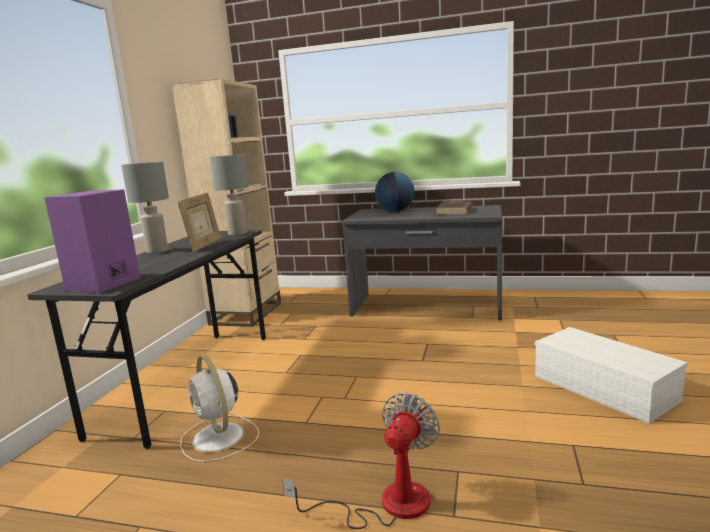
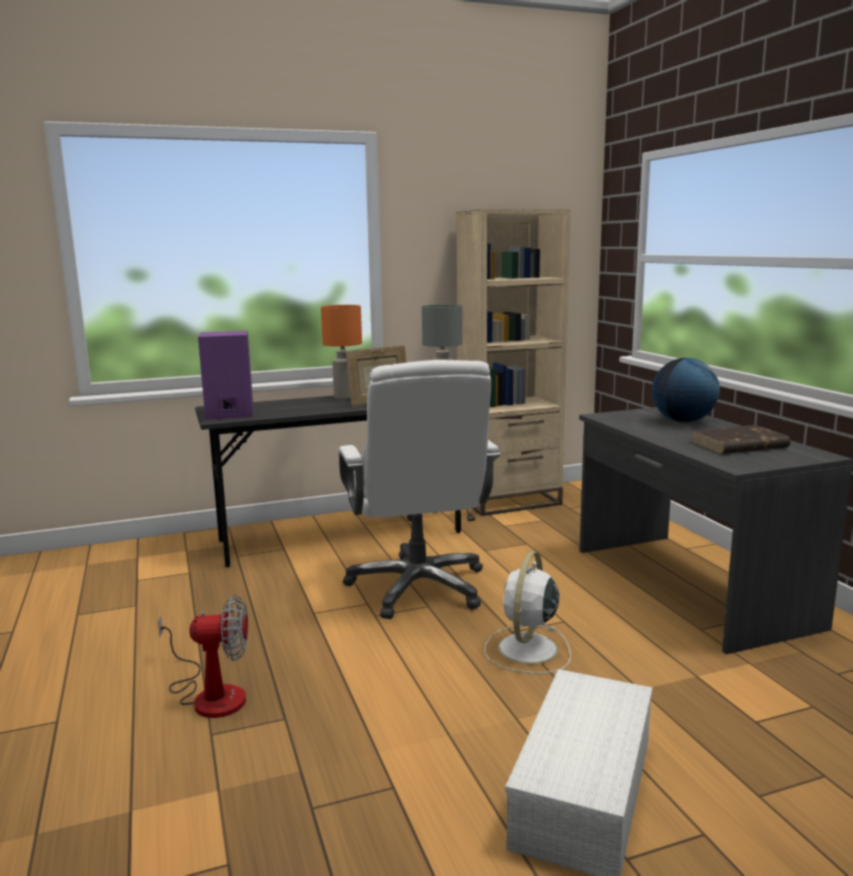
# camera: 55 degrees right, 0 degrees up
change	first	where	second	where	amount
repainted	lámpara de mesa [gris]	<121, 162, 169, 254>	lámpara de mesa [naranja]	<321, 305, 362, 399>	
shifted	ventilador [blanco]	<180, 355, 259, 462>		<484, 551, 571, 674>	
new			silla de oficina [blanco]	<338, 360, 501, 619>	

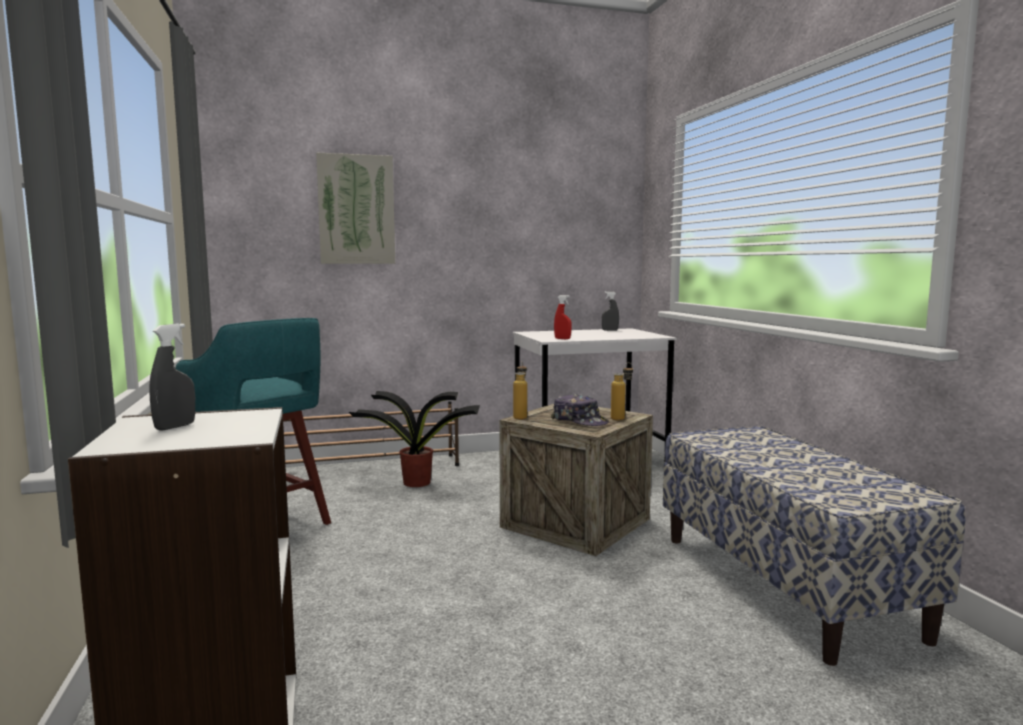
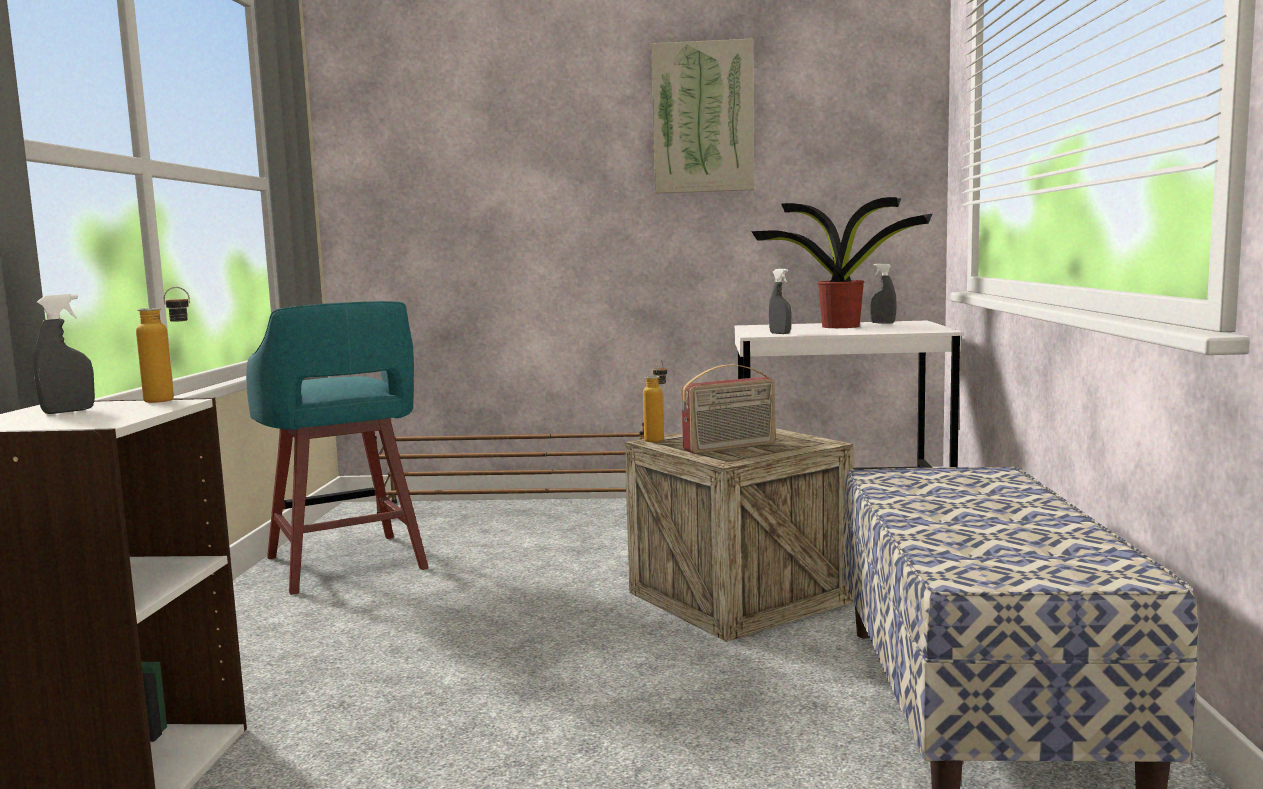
# camera: 20 degrees right, 0 degrees up
change	first	where	second	where	amount
shifted	cuadro	<316, 153, 395, 264>		<651, 38, 754, 194>	
repainted	pulverizador [rojo]	<554, 295, 572, 339>	pulverizador [gris]	<769, 269, 791, 334>	
shifted	botella	<611, 362, 633, 421>		<136, 287, 190, 403>	
shifted	planta en maceta	<349, 391, 480, 487>		<751, 197, 932, 328>	
swapped	gorra	<551, 394, 609, 426>	radio	<681, 365, 775, 453>	

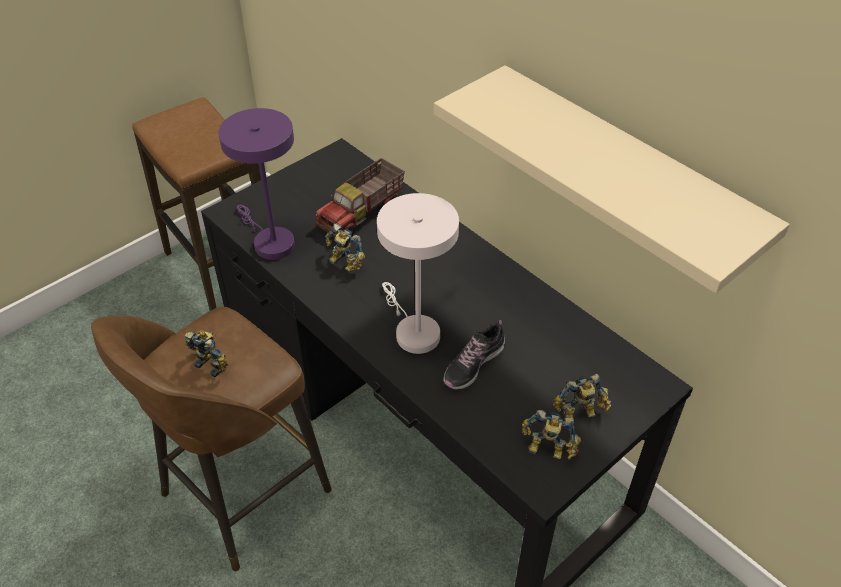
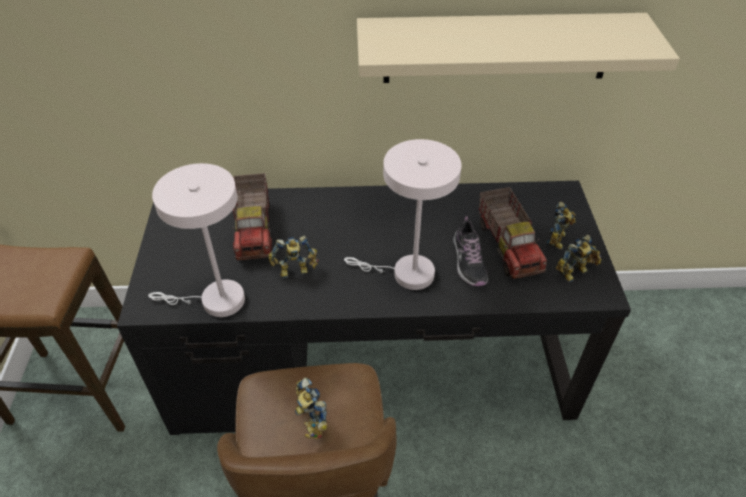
# camera: 50 degrees left, 0 degrees up
change	first	where	second	where	amount
repainted	lámpara de mesa [morado]	<218, 108, 295, 260>	lámpara de mesa [blanco]	<148, 163, 245, 317>	
rotated	robot de juguete	<184, 330, 229, 378>		<295, 378, 328, 439>	105 degrees counterclockwise
new			camión de juguete	<479, 187, 547, 279>	

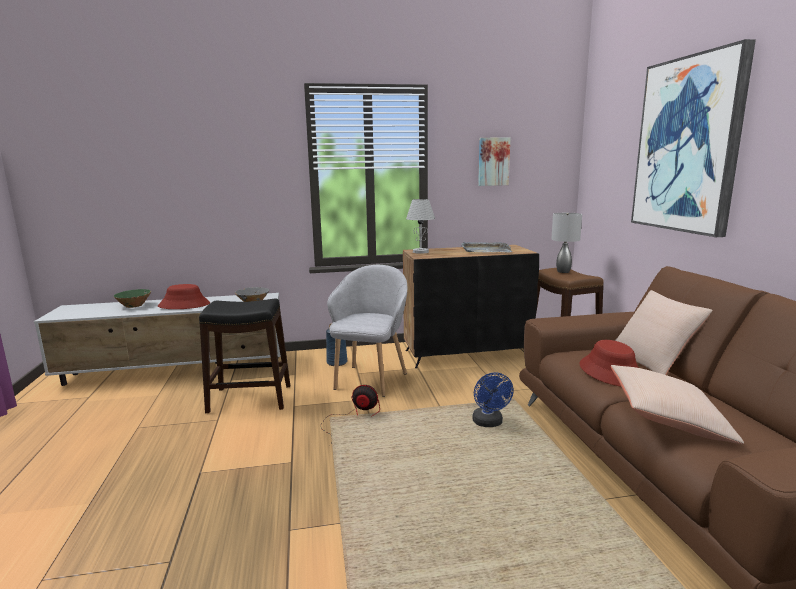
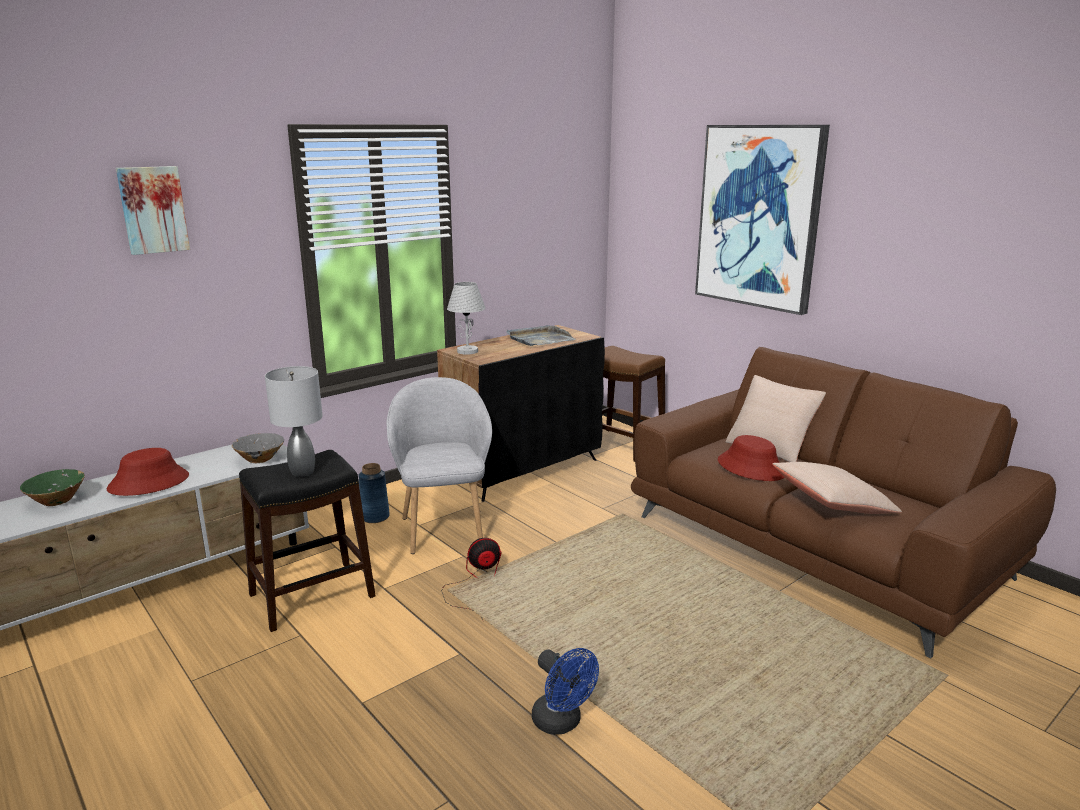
# camera: 30 degrees left, 5 degrees up
change	first	where	second	where	amount
shifted	cuadro	<478, 137, 510, 186>		<116, 166, 190, 255>	
shifted	lámpara de mesa [gris]	<551, 213, 582, 273>		<265, 366, 323, 477>	
shifted	ventilador [azul]	<472, 373, 514, 427>		<532, 648, 599, 735>	

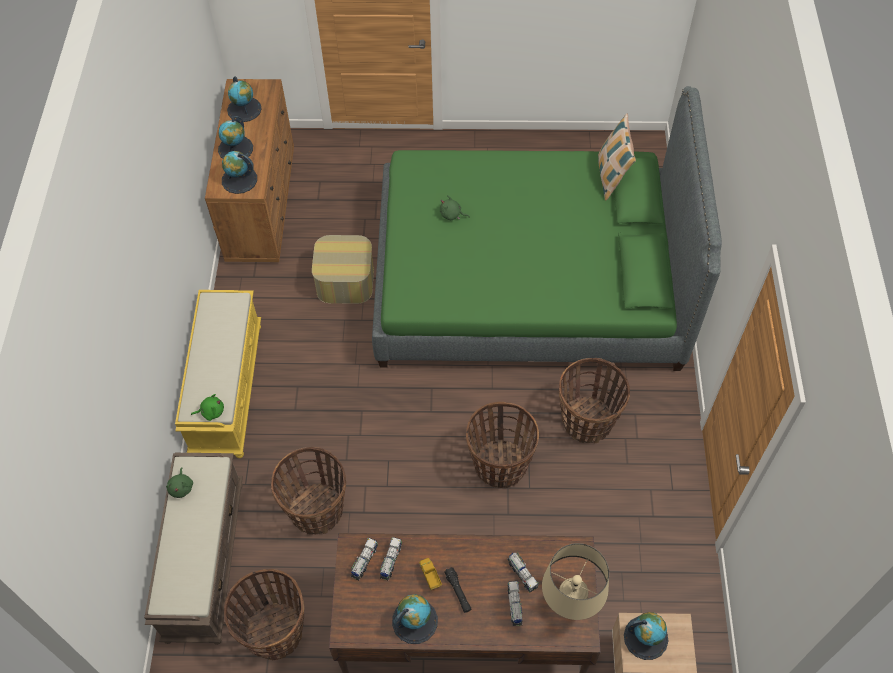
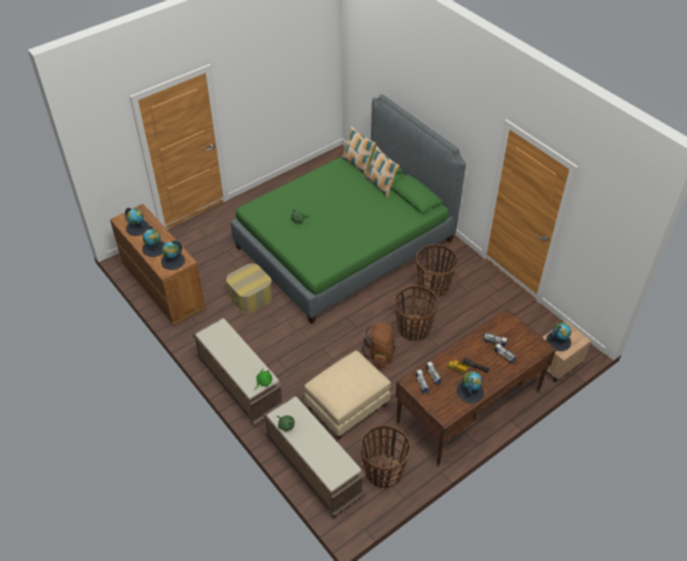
# camera: 40 degrees left, 10 degrees down
change	first	where	second	where	amount
repainted	banco [amarillo]	<175, 290, 261, 458>	banco [marrón]	<192, 317, 283, 427>	
swapped	cesta	<271, 447, 346, 535>	puf [beis]	<304, 350, 391, 439>	
gone	lámpara de mesa [beis]	<542, 543, 609, 620>			
new			cojín	<365, 146, 400, 198>	
new			mochila [marrón]	<361, 323, 399, 368>	

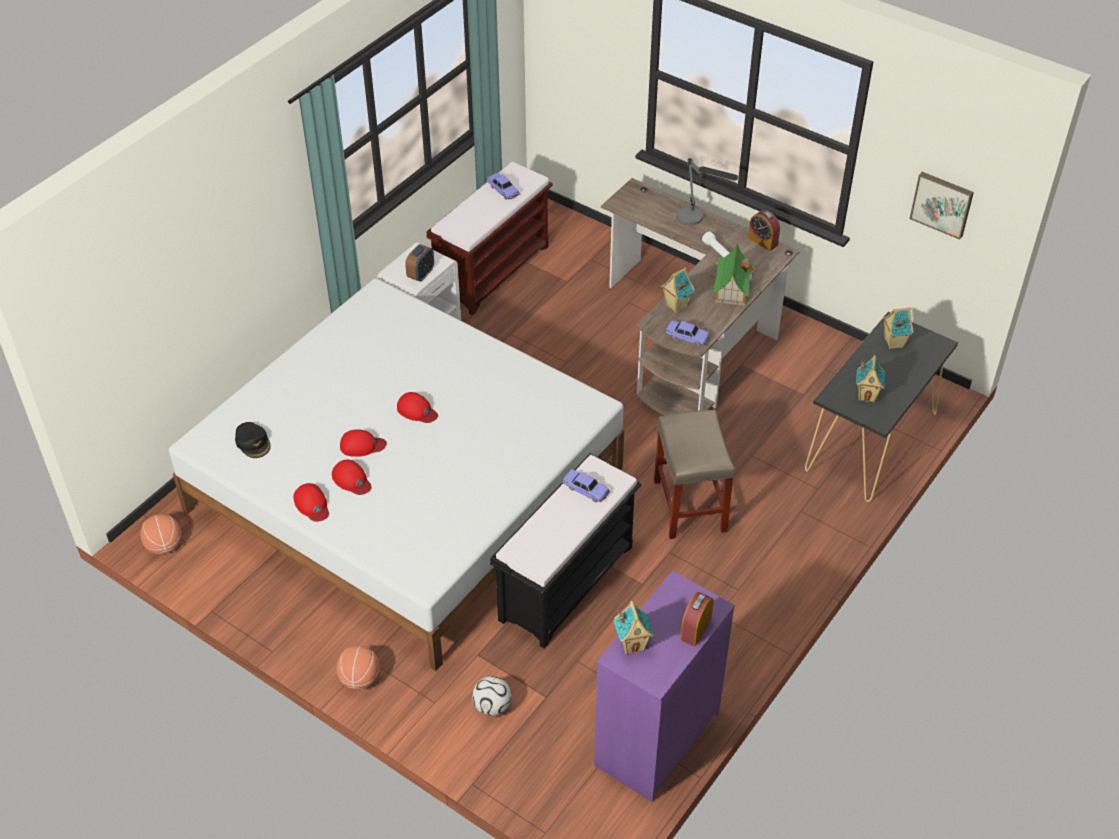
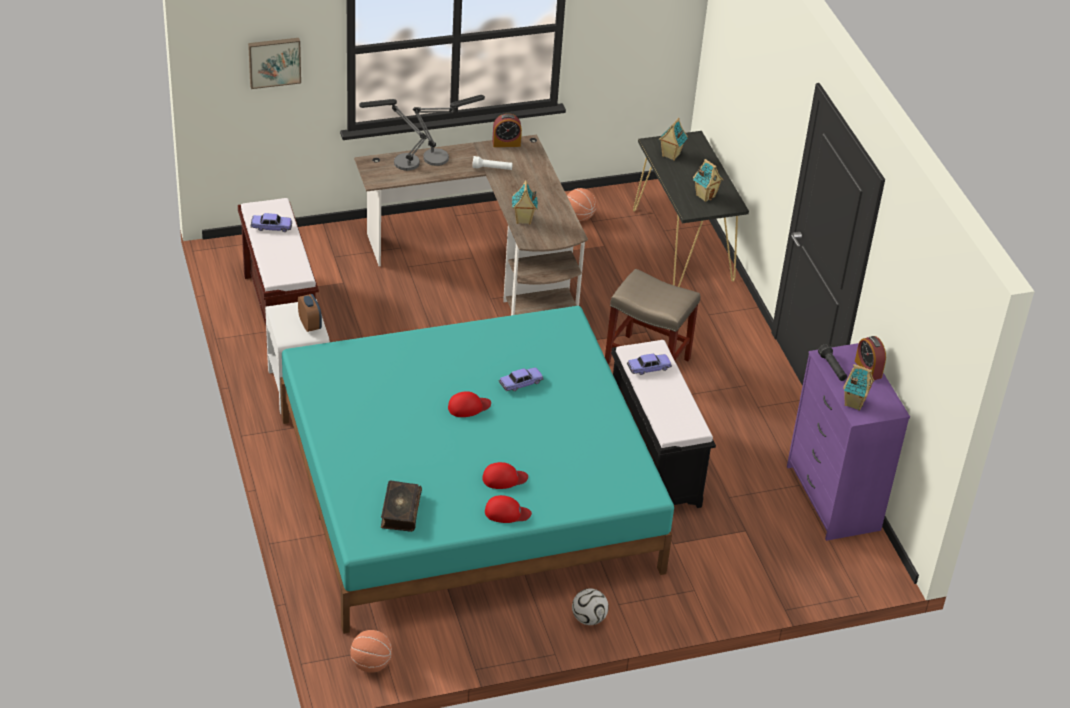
# camera: 55 degrees left, 5 degrees down
change	first	where	second	where	amount
shifted	cuadro	<909, 172, 974, 240>		<248, 38, 301, 89>	
gone	casita	<713, 242, 756, 306>			
repainted	cama [blanco]	<169, 278, 624, 671>	cama [turquesa]	<280, 306, 674, 634>	
shifted	coche de juguete	<664, 320, 710, 346>		<499, 367, 543, 391>	
swapped	gorra [negro]	<235, 422, 271, 458>	libro	<381, 480, 422, 532>	
gone	gorra [rojo]	<340, 429, 387, 457>			
shifted	balón de baloncesto	<336, 646, 380, 690>		<567, 188, 597, 221>	
shifted	balón de fútbol	<472, 676, 512, 716>		<572, 588, 609, 625>	
new			lámpara de mesa	<359, 99, 428, 171>	
new			linterna [negro]	<818, 344, 847, 381>	

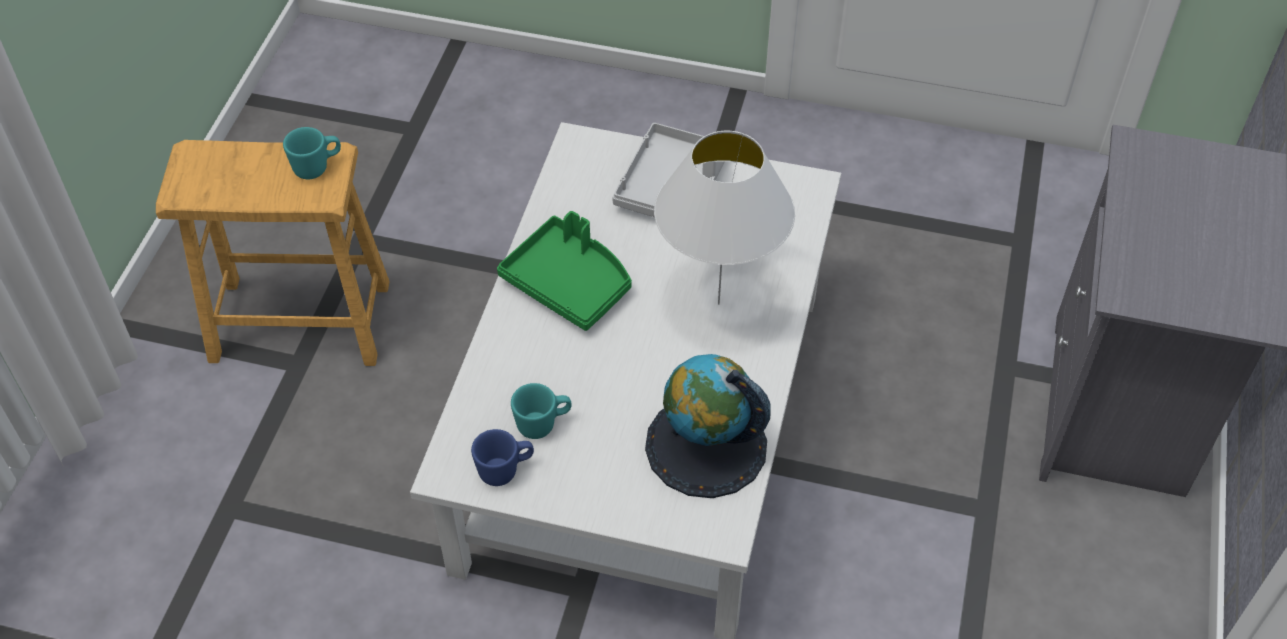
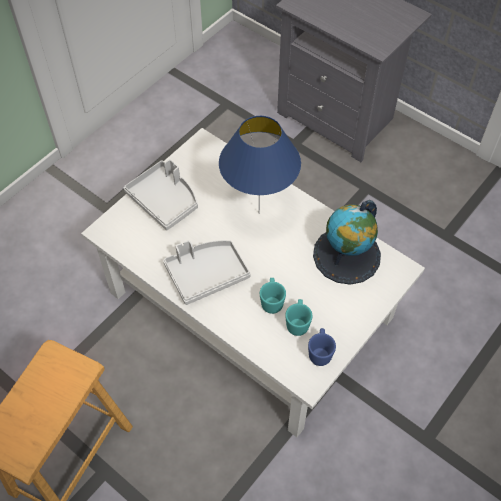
# camera: 65 degrees left, 5 degrees up
change	first	where	second	where	amount
shifted	taza grande [turquesa]	<283, 127, 341, 179>		<260, 278, 286, 314>	
repainted	lámpara de mesa [blanco]	<654, 131, 795, 305>	lámpara de mesa [azul]	<219, 116, 301, 214>	
repainted	bandeja [verde]	<497, 211, 632, 331>	bandeja [gris]	<163, 240, 251, 305>	

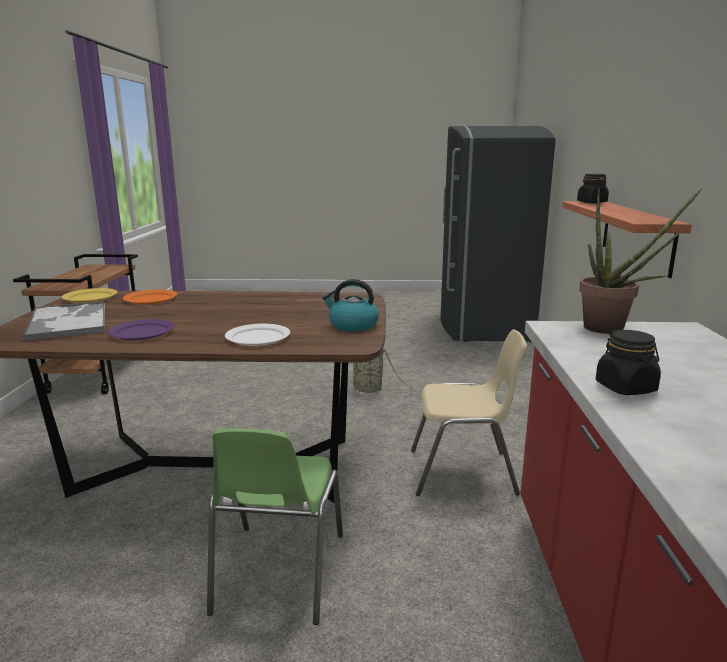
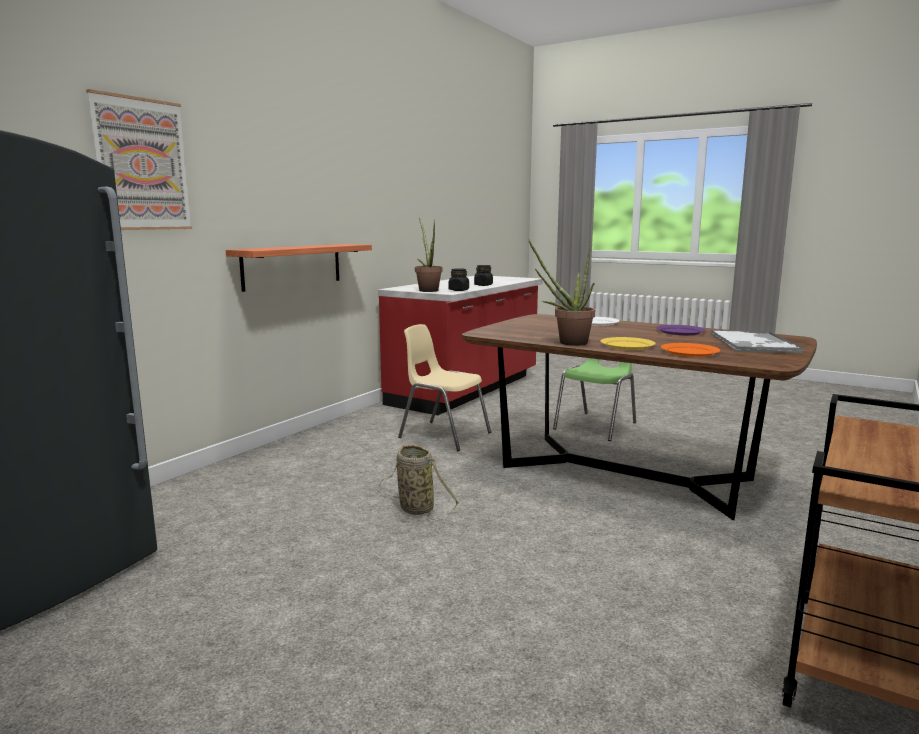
# camera: 150 degrees left, 5 degrees down
change	first	where	second	where	amount
shifted	tarro [negro]	<577, 174, 609, 203>		<448, 268, 469, 291>	
gone	hervidor	<322, 279, 379, 332>			
shifted	plato [amarillo]	<62, 288, 117, 303>		<600, 337, 656, 350>	
new			cuadro	<86, 89, 192, 230>	
new			planta en maceta	<528, 239, 595, 346>	

